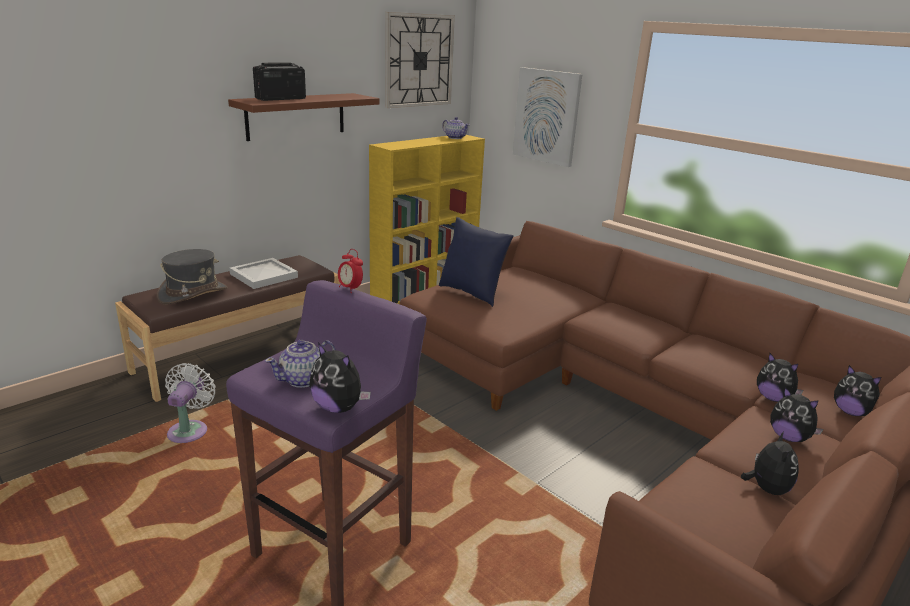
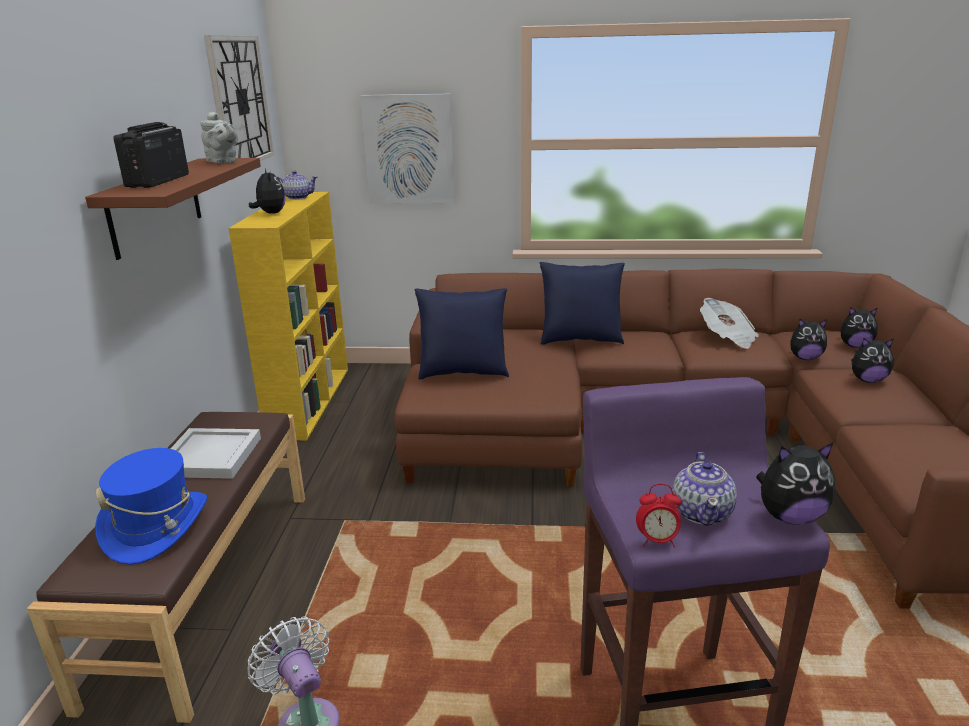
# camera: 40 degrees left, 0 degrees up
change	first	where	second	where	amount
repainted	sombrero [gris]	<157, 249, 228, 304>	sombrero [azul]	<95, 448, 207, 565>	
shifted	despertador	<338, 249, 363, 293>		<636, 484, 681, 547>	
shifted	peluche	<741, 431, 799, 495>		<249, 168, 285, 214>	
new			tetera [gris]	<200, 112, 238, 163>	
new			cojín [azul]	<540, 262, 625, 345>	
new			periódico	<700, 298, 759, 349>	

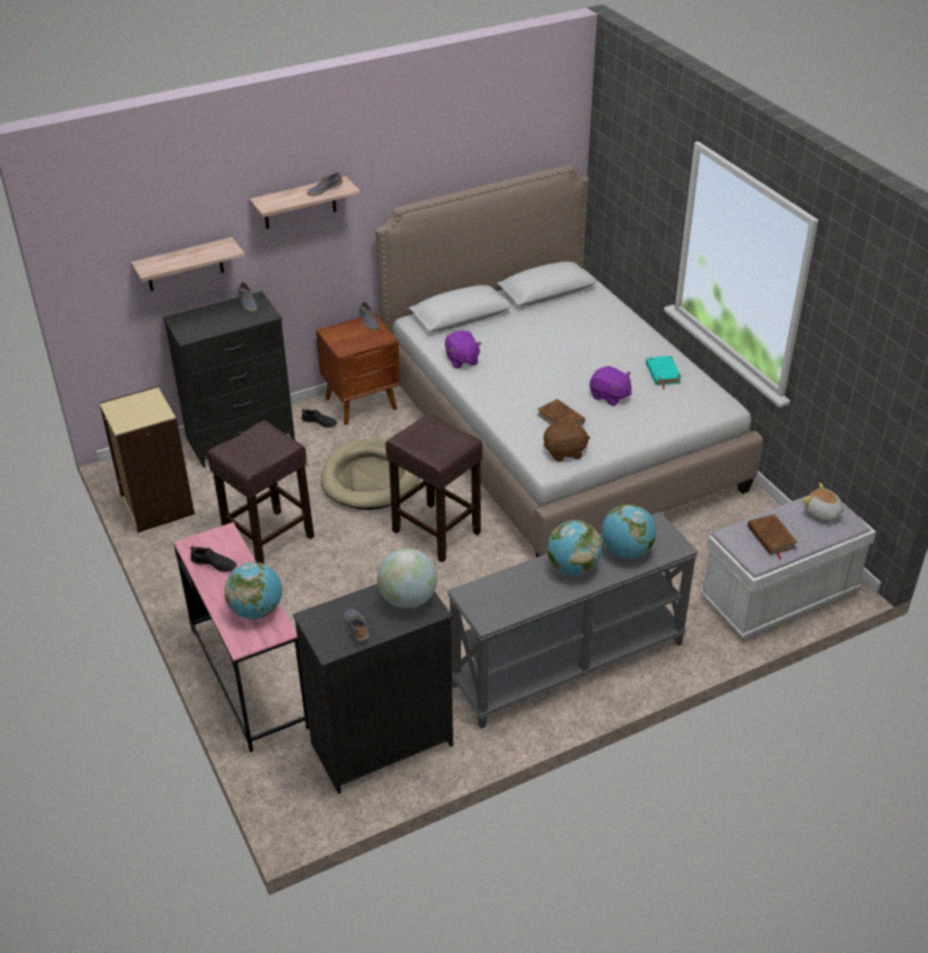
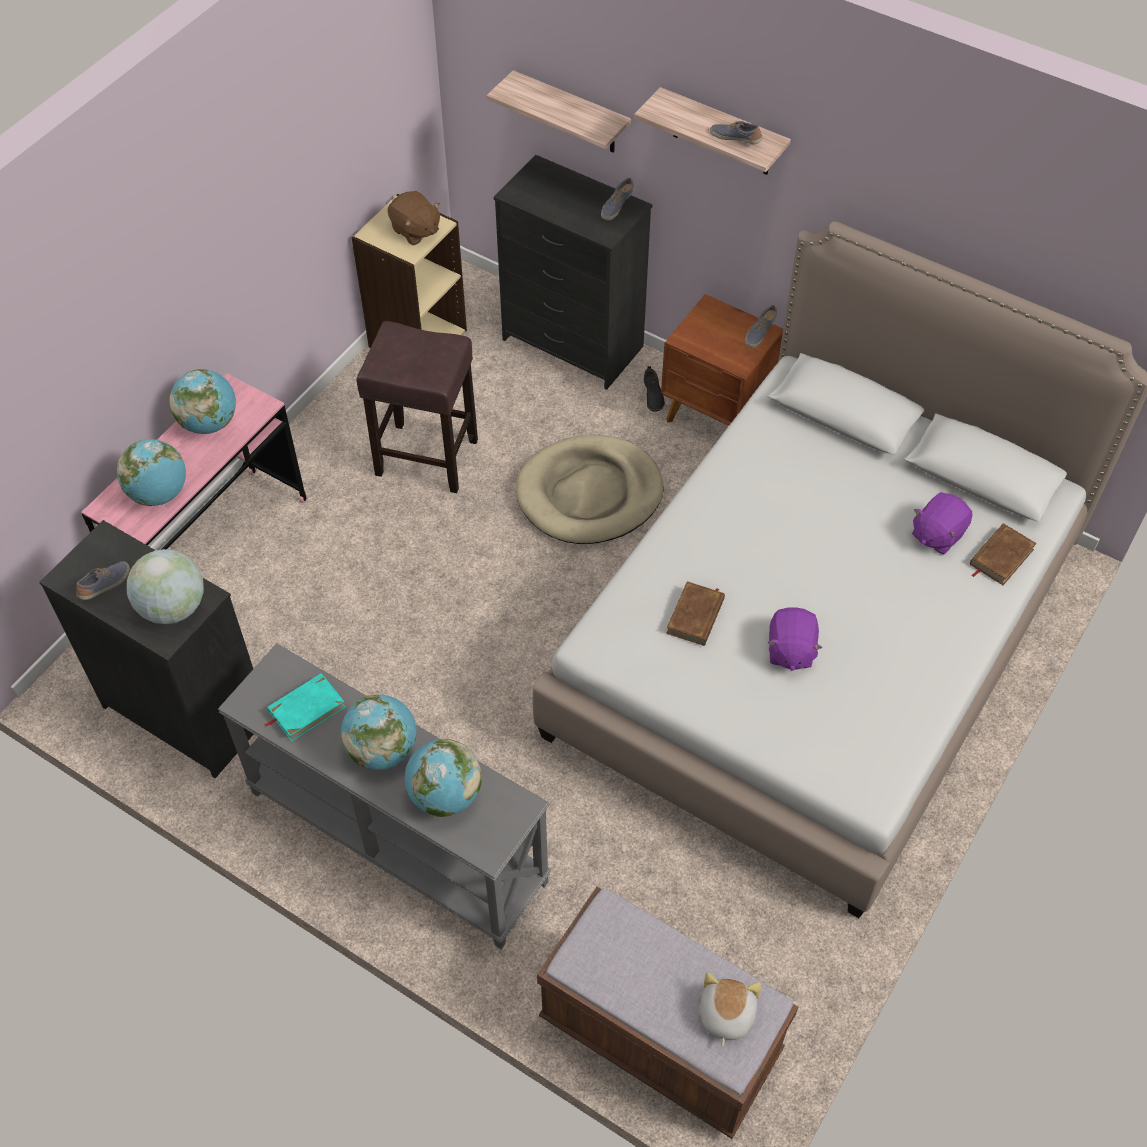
# camera: 60 degrees right, 15 degrees up
change	first	where	second	where	amount
shifted	peluche [morado]	<445, 331, 482, 368>		<912, 492, 972, 554>	
shifted	libro [turquesa]	<646, 356, 682, 389>		<264, 673, 345, 742>	
gone	taburete [marrón]	<385, 413, 483, 562>			
shifted	peluche [marrón]	<544, 420, 590, 462>		<387, 191, 440, 245>	
repainted	banco [blanco]	<700, 495, 876, 639>	banco [marrón]	<537, 887, 798, 1139>	
shifted	libro [marrón]	<748, 514, 798, 559>		<970, 523, 1037, 585>	
swapped	zapato [negro]	<190, 546, 237, 572>	globo terráqueo	<169, 369, 236, 434>	

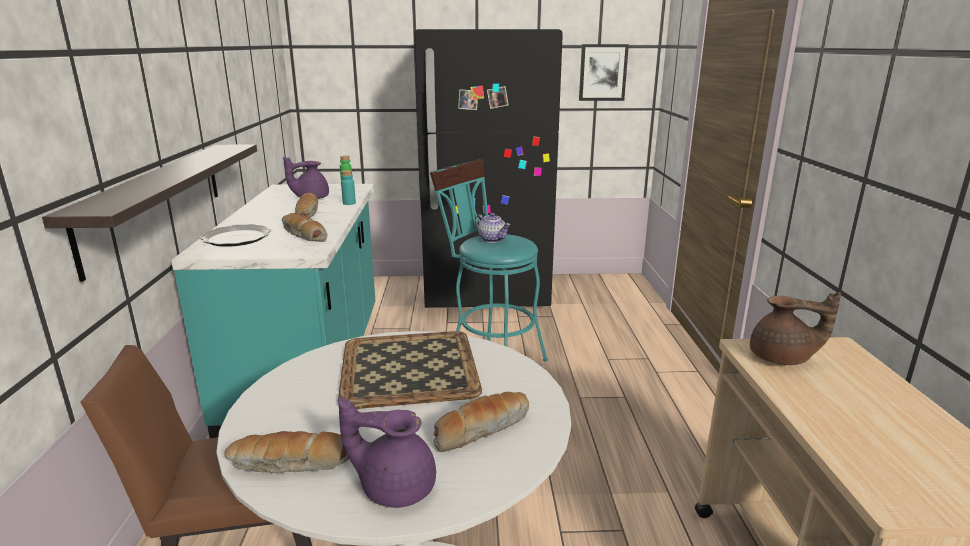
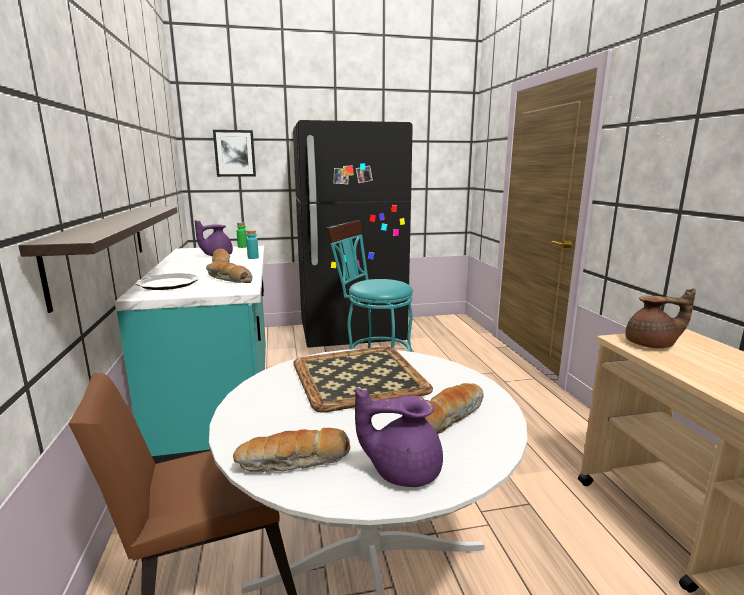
# camera: 10 degrees left, 5 degrees down
change	first	where	second	where	amount
shifted	cuadro	<579, 44, 629, 101>		<213, 130, 256, 177>	
gone	tetera	<475, 213, 510, 243>			

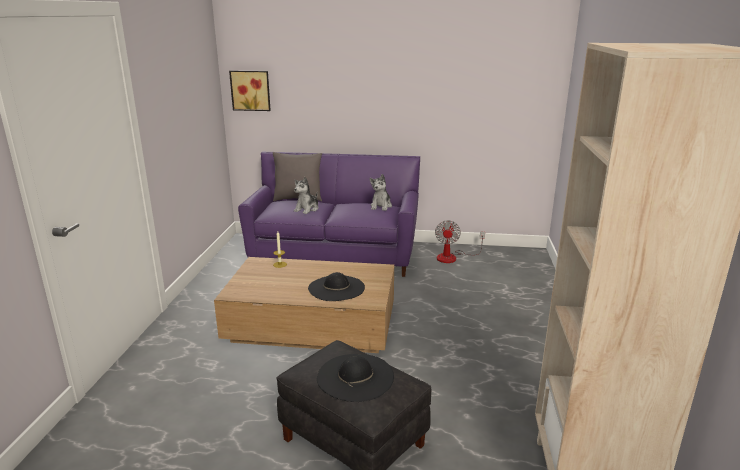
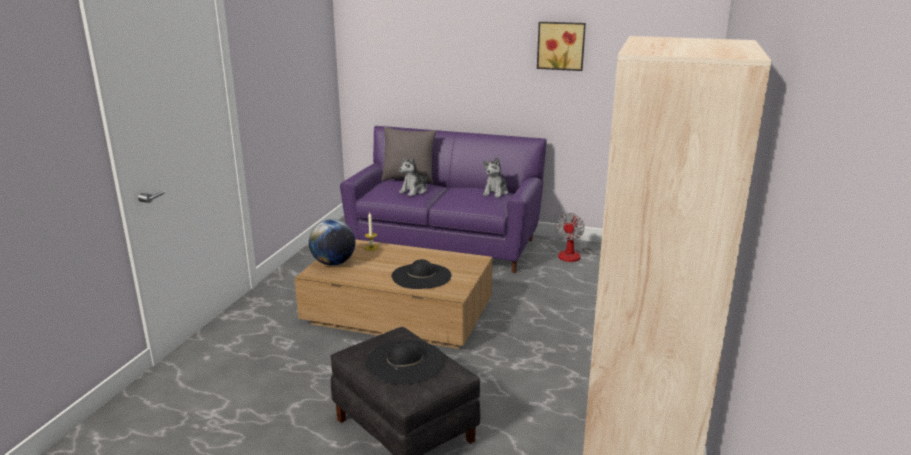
# camera: 10 degrees right, 0 degrees up
change	first	where	second	where	amount
shifted	cuadro	<229, 71, 271, 111>		<537, 22, 586, 71>	
new			globo terráqueo	<309, 219, 355, 266>	

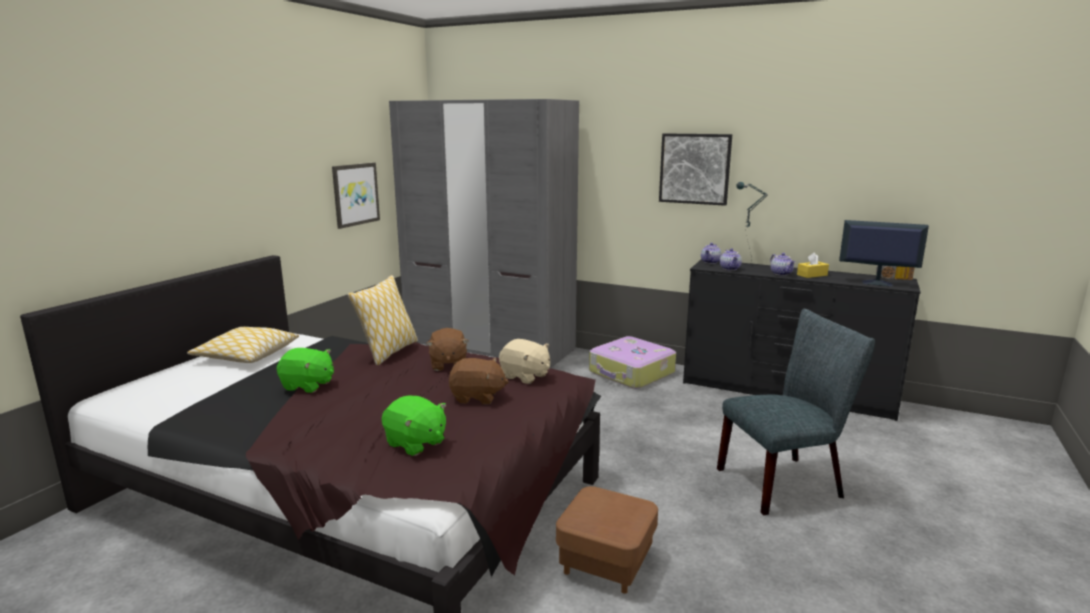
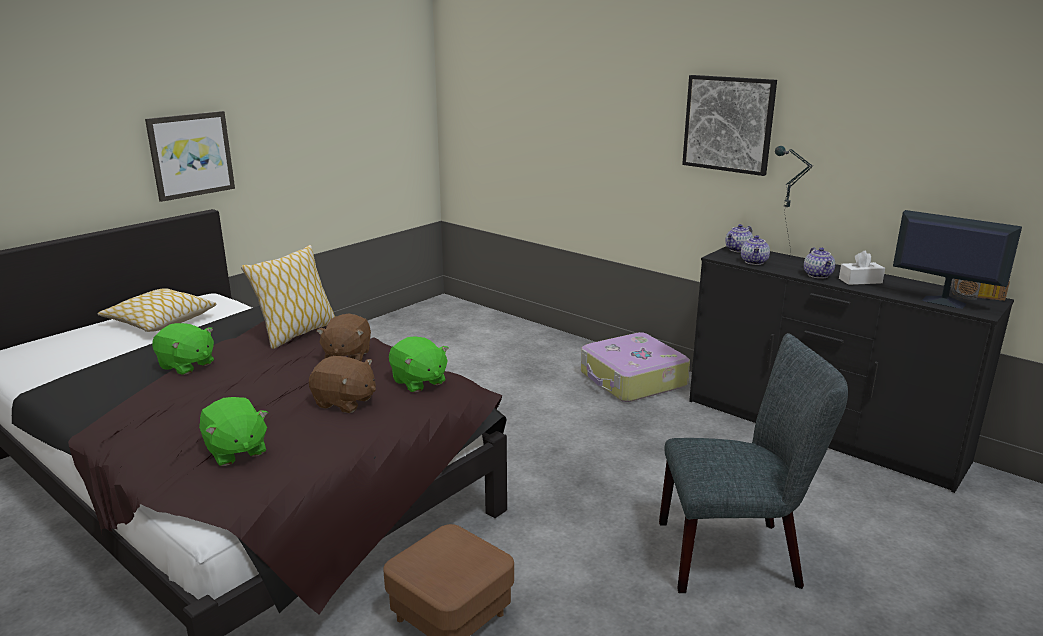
# camera: 15 degrees right, 5 degrees up
change	first	where	second	where	amount
gone	armario ropero [gris]	<389, 99, 579, 368>			
shifted	cuadro	<332, 163, 380, 229>		<145, 111, 235, 202>	
repainted	caja de pañuelos [amarillo]	<797, 253, 829, 278>	caja de pañuelos [blanco]	<839, 251, 885, 285>	
repainted	peluche [beis]	<499, 339, 550, 384>	peluche [verde]	<389, 336, 448, 392>	

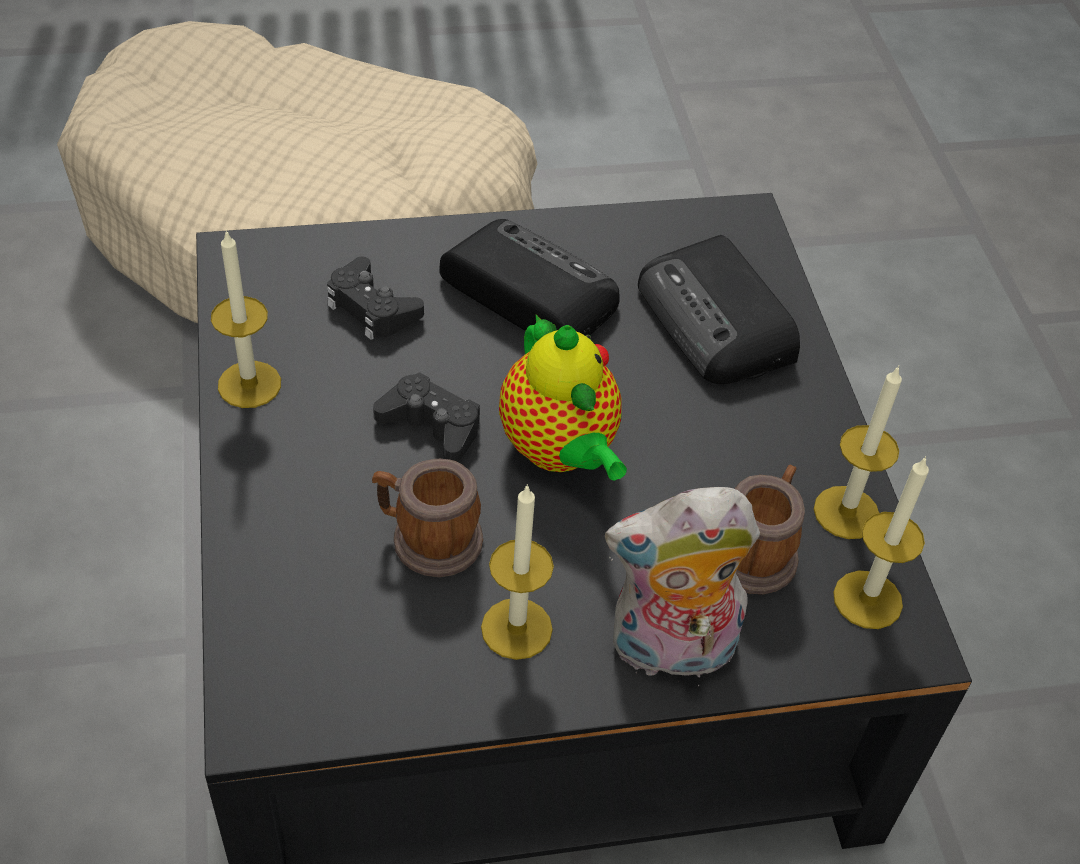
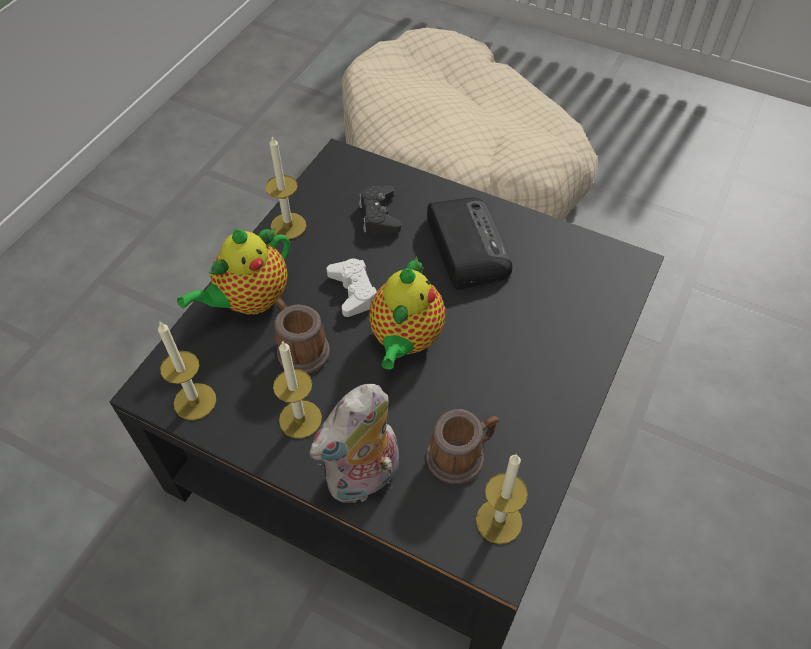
# camera: 40 degrees right, 5 degrees up
change	first	where	second	where	amount
gone	radio	<638, 235, 800, 384>			
shifted	vela	<814, 365, 902, 539>		<158, 321, 216, 420>	
repainted	mando de consola [negro]	<373, 372, 480, 462>	mando de consola [blanco]	<327, 259, 377, 317>	
rotated	peluche	<605, 487, 760, 686>		<310, 384, 399, 505>	75 degrees counterclockwise
new			tetera	<177, 227, 290, 315>	

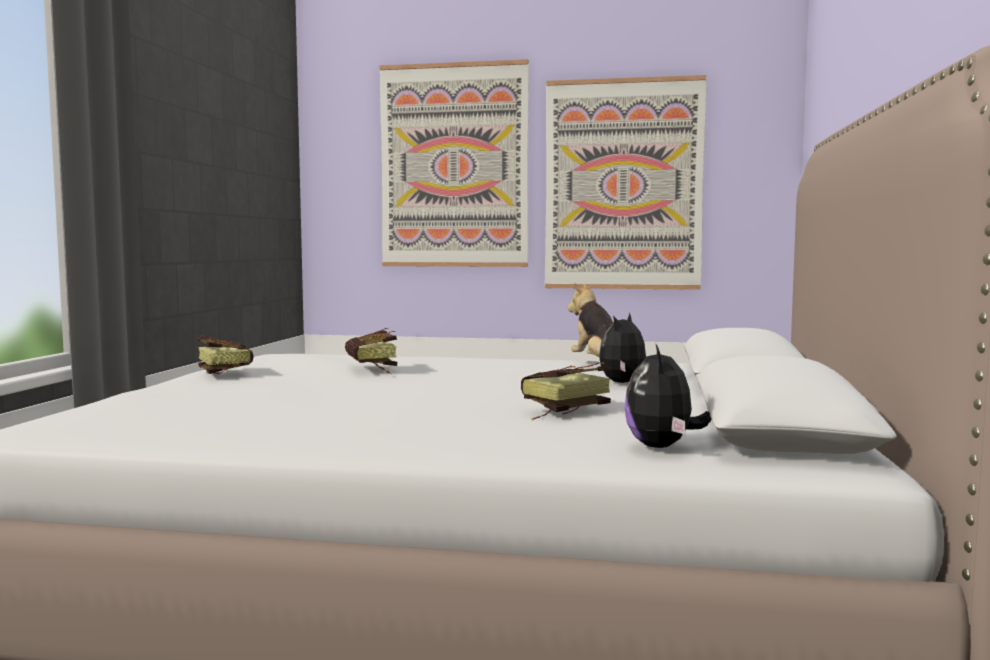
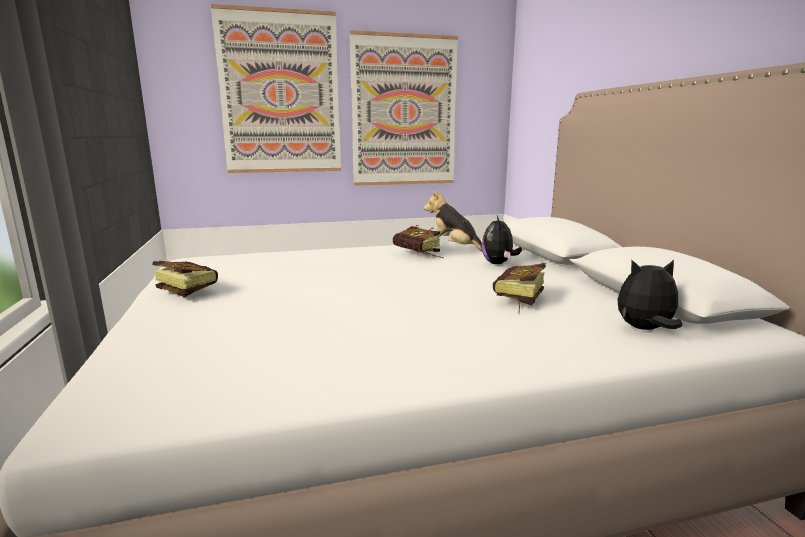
# camera: 25 degrees left, 10 degrees up
change	first	where	second	where	amount
shifted	libro	<345, 328, 397, 374>		<393, 225, 444, 258>	
rotated	peluche	<624, 344, 712, 448>		<617, 260, 682, 330>	105 degrees clockwise

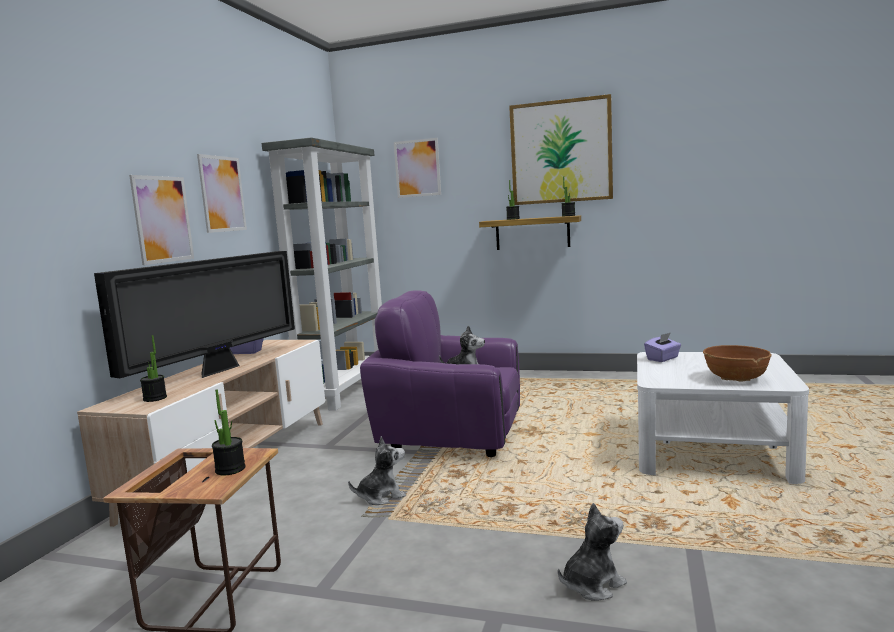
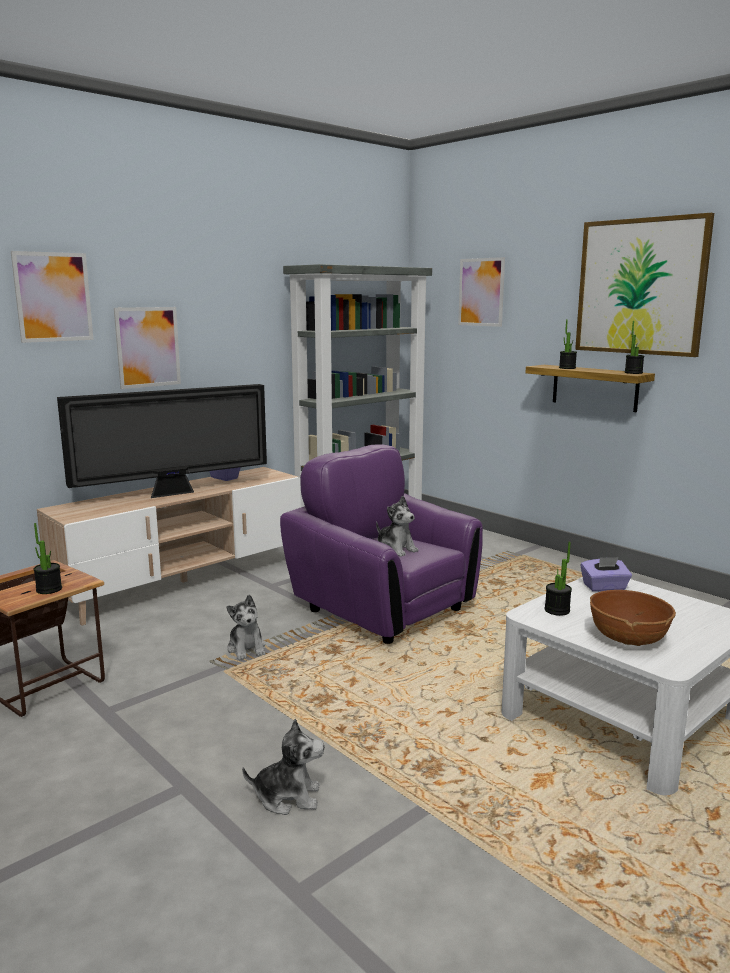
# camera: 30 degrees right, 5 degrees up
change	first	where	second	where	amount
shifted	cuadro	<197, 154, 247, 233>		<11, 251, 94, 343>	
shifted	planta en maceta	<140, 335, 167, 402>		<545, 542, 572, 616>	
rotated	peluche	<348, 436, 406, 505>		<227, 594, 266, 660>	60 degrees clockwise

